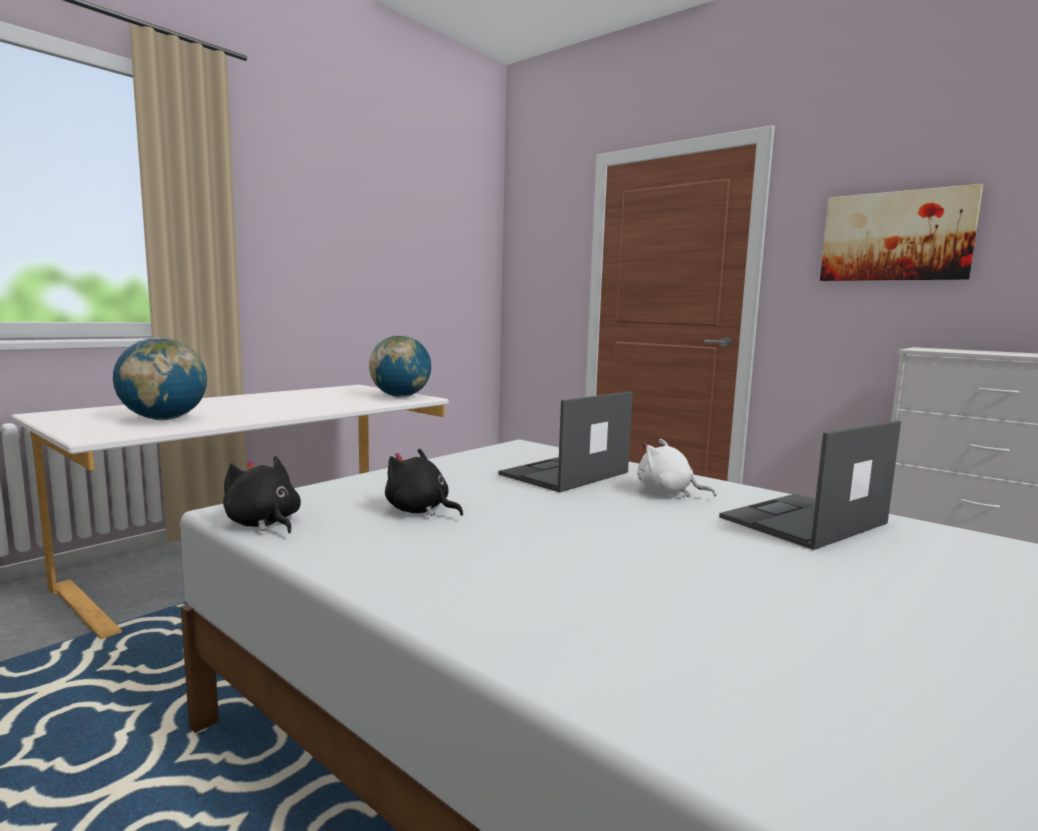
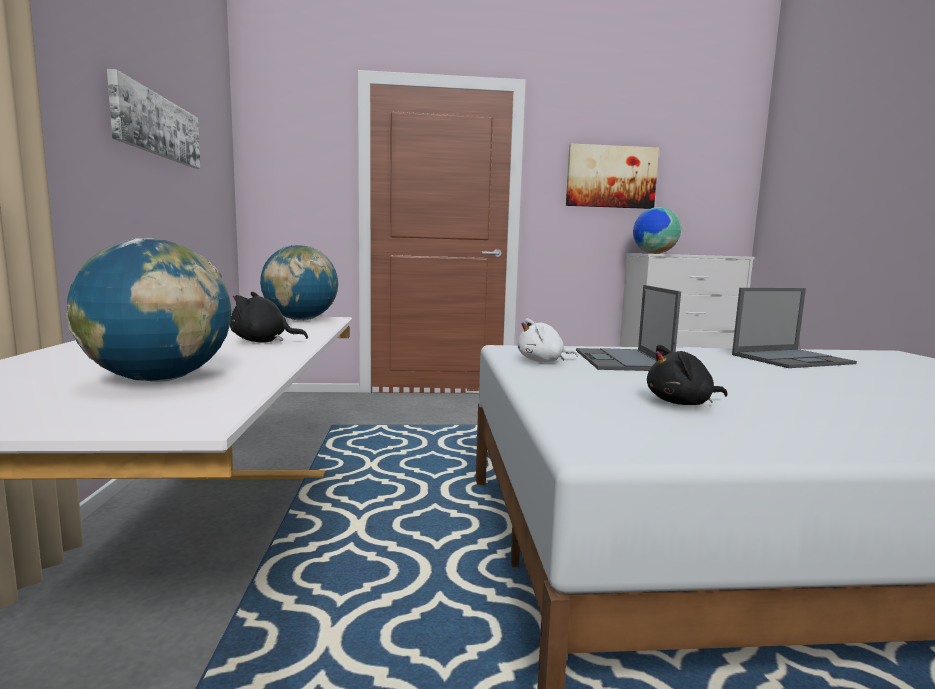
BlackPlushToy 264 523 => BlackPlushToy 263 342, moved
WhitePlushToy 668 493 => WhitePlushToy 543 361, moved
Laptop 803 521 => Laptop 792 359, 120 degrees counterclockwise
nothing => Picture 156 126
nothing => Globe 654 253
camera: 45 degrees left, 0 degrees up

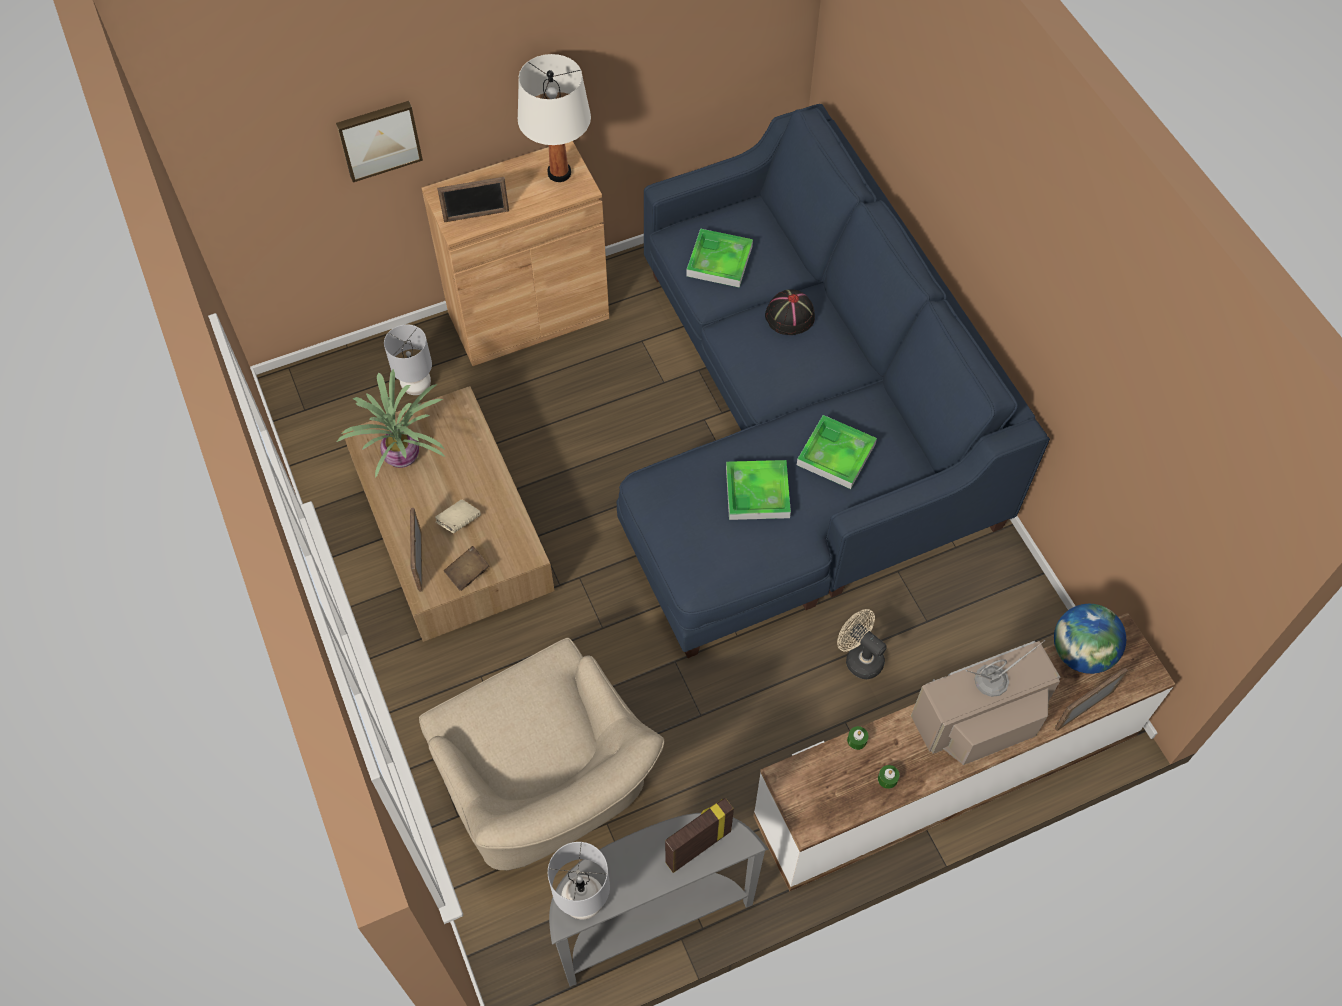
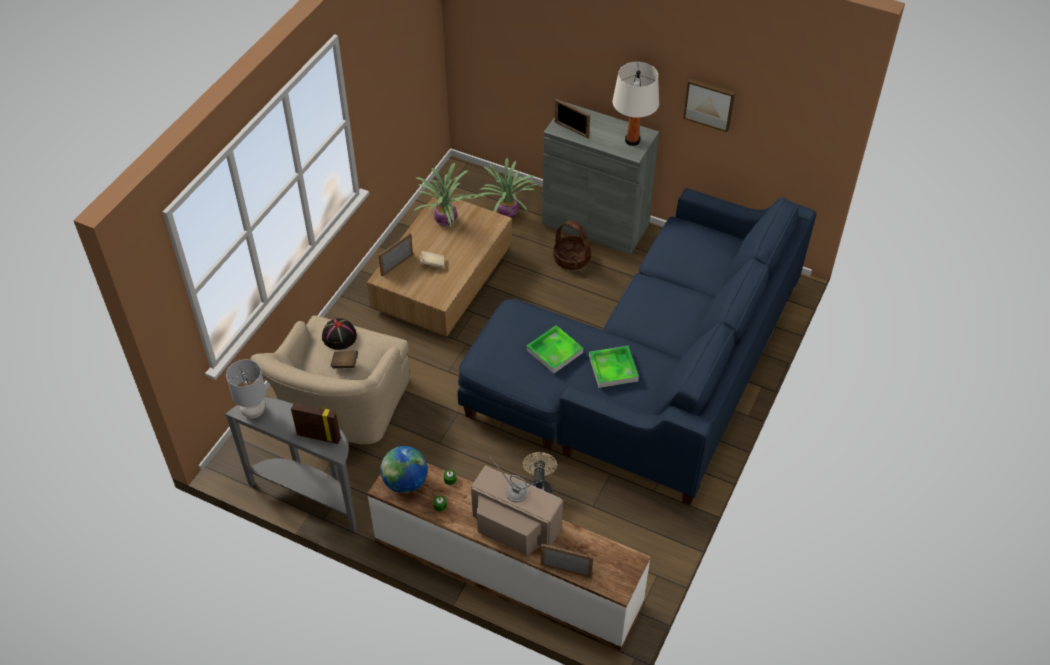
Picture 378 139 => Picture 709 103, moved
GreyTableLamp 416 386 => PottedPlant 508 212
BrownCabinet 528 315 => GreyCabinet 595 224
BrownBook 468 573 => BrownBook 345 364, moved
Tray 719 261 => nothing
BlackHat 789 316 => BlackHat 339 336, moved
Globe 1081 653 => Globe 405 482, moved
nothing => Basket 572 258
camera: 50 degrees right, 10 degrees down

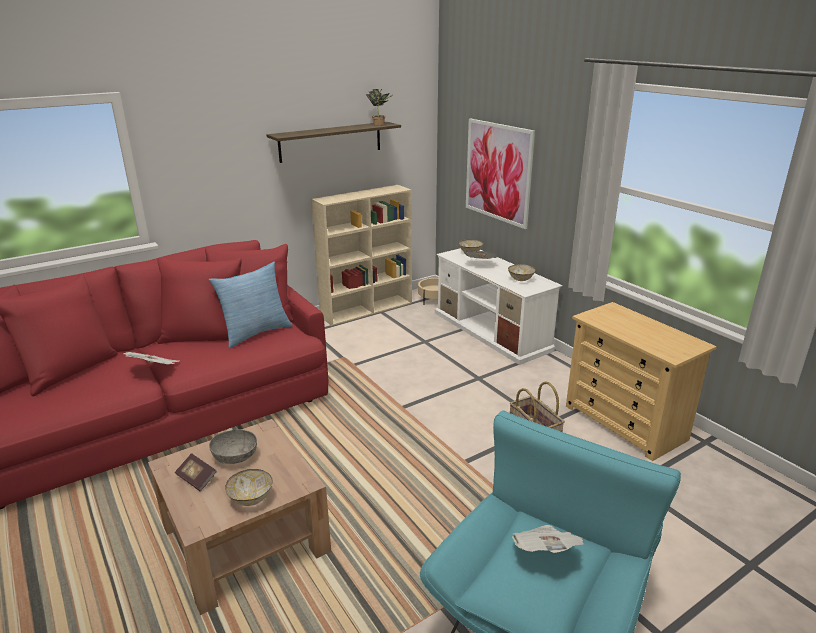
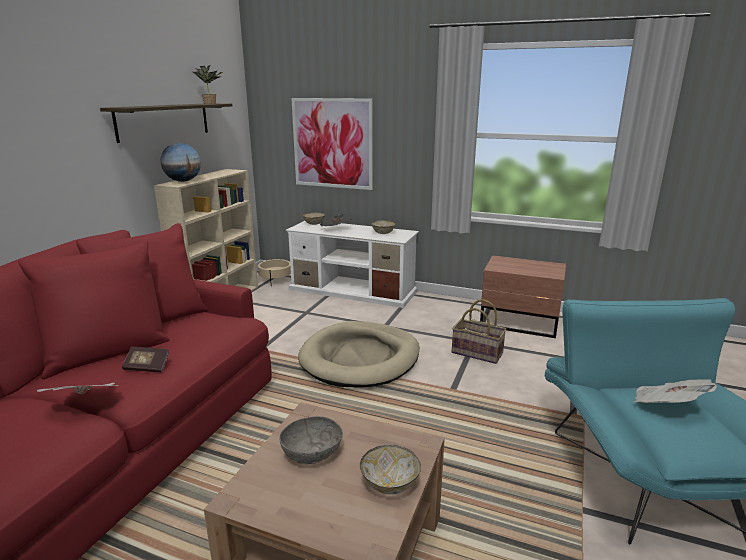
Book 197 479 => Book 147 367, moved
Pillow 255 333 => nothing
BeigeDresser 625 423 => BrownNightstand 520 323
nothing => Globe 183 181
nothing => BeigeDogBed 360 358
camera: 35 degrees left, 5 degrees down

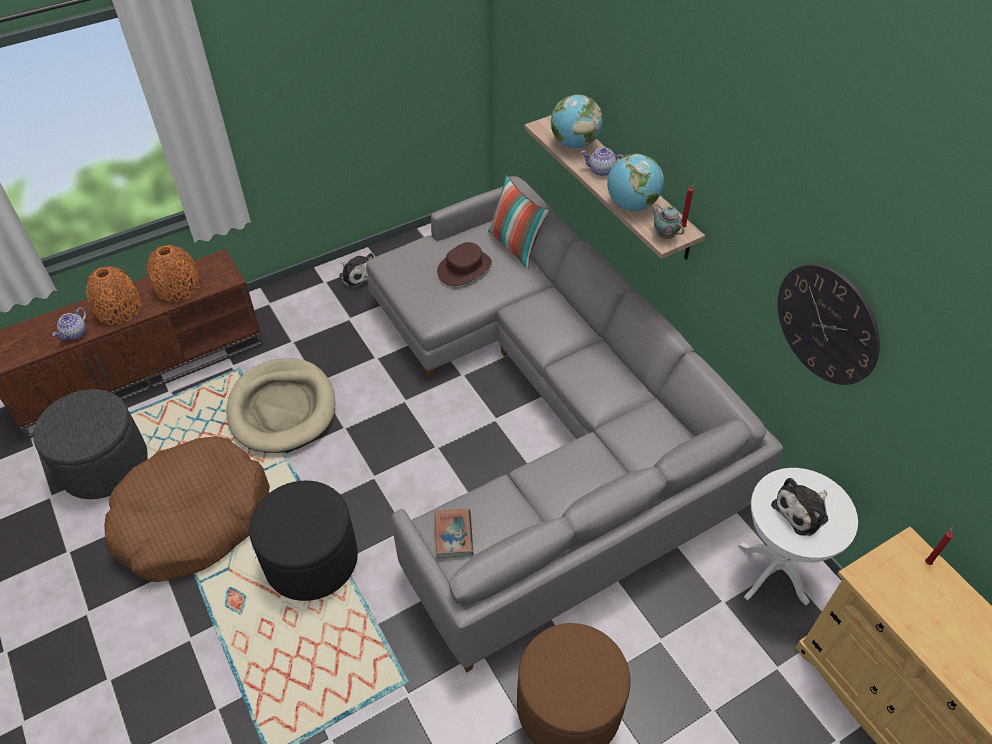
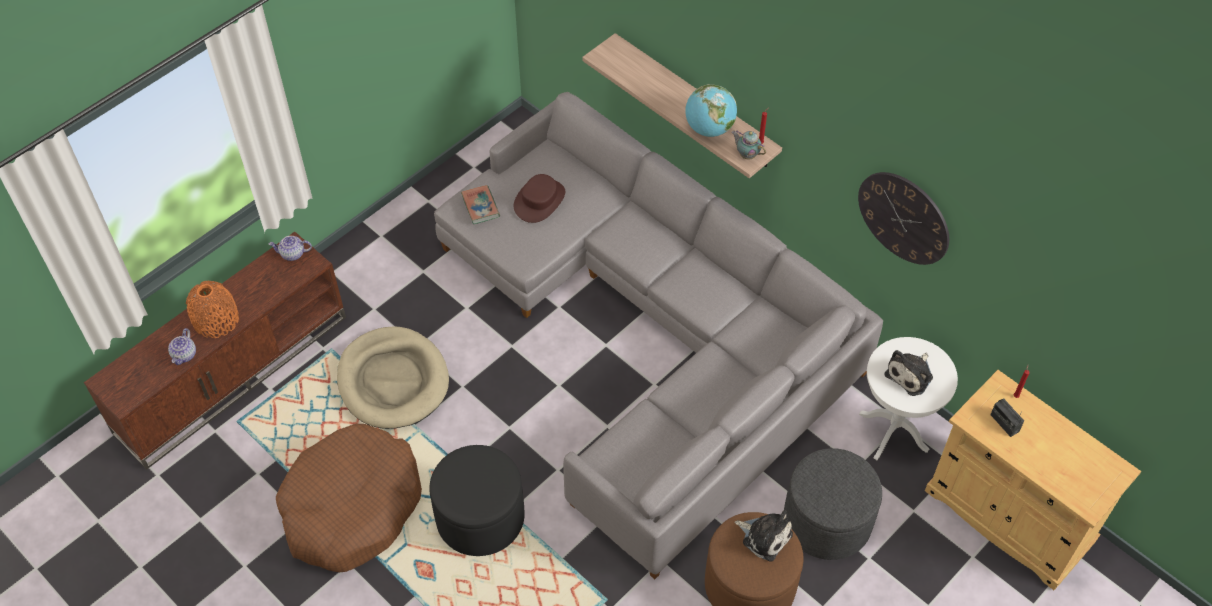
GreyOttoman 104 464 => GreyOttoman 827 521, moved
OrangeVase 178 287 => nothing
PlushToy 357 275 => PlushToy 764 536, moved
Book 453 535 => Book 480 206, moved
Pillow 516 246 => nothing
Globe 574 143 => nothing
Teapot 601 170 => Teapot 292 254, moved
nothing => Radio 1004 423
camera: 15 degrees left, 5 degrees up

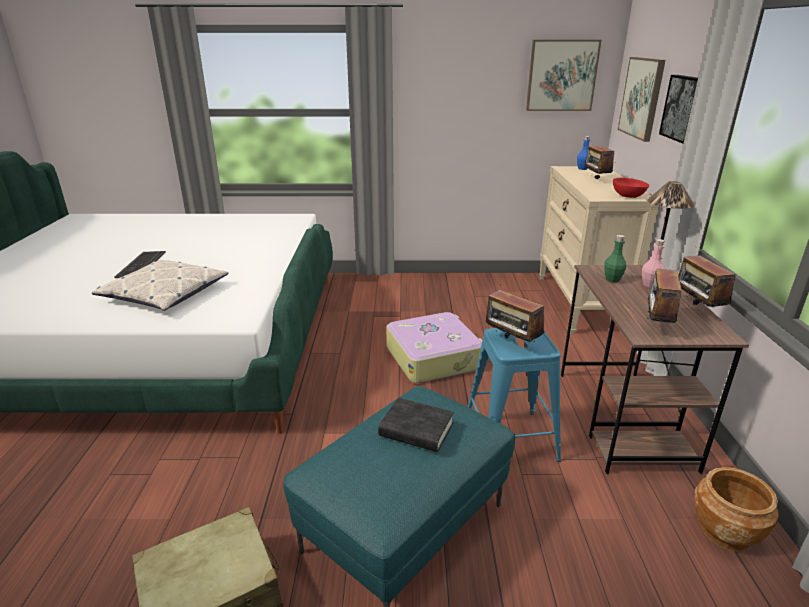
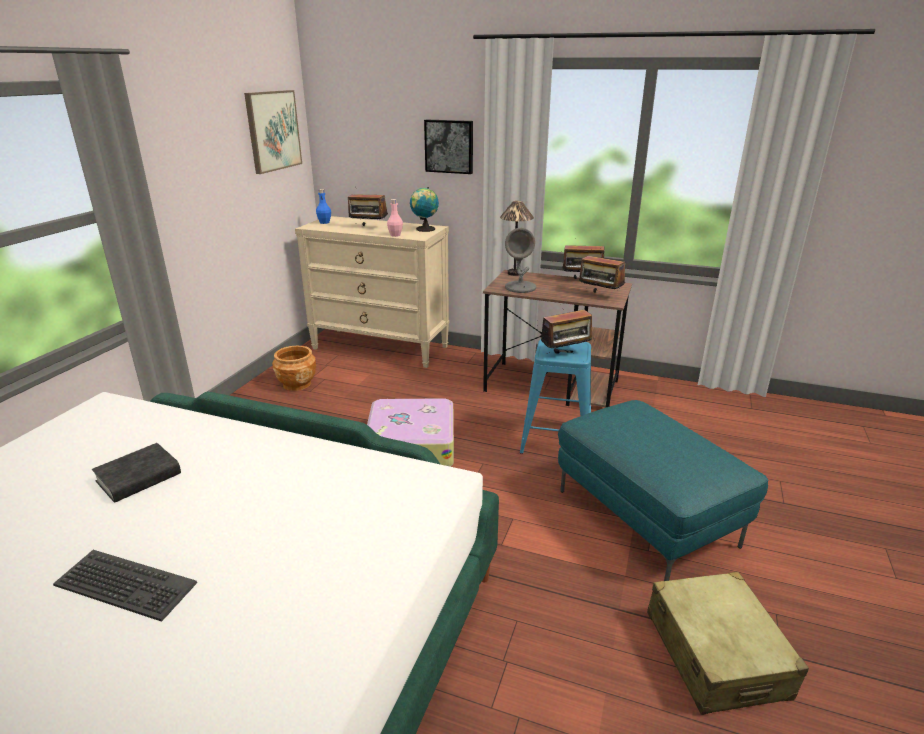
Pillow 165 294 => nothing
BlackBook 416 430 => BlackBook 139 478, moved
GreenBottle 612 279 => GreyTableLamp 520 287
RedBowl 627 196 => Globe 424 229
Picture 642 98 => nothing
PinkBottle 650 285 => PinkBottle 395 235, moved
BrownPlanter 725 531 => BrownPlanter 297 384, moved
camera: 70 degrees left, 0 degrees up

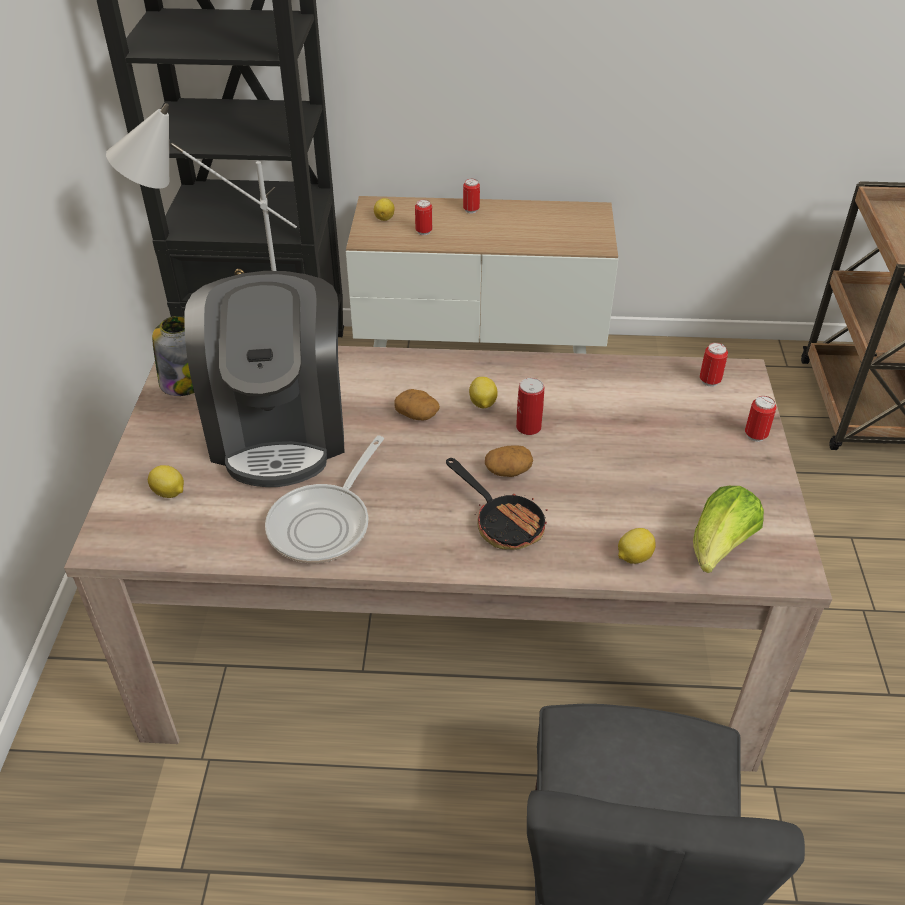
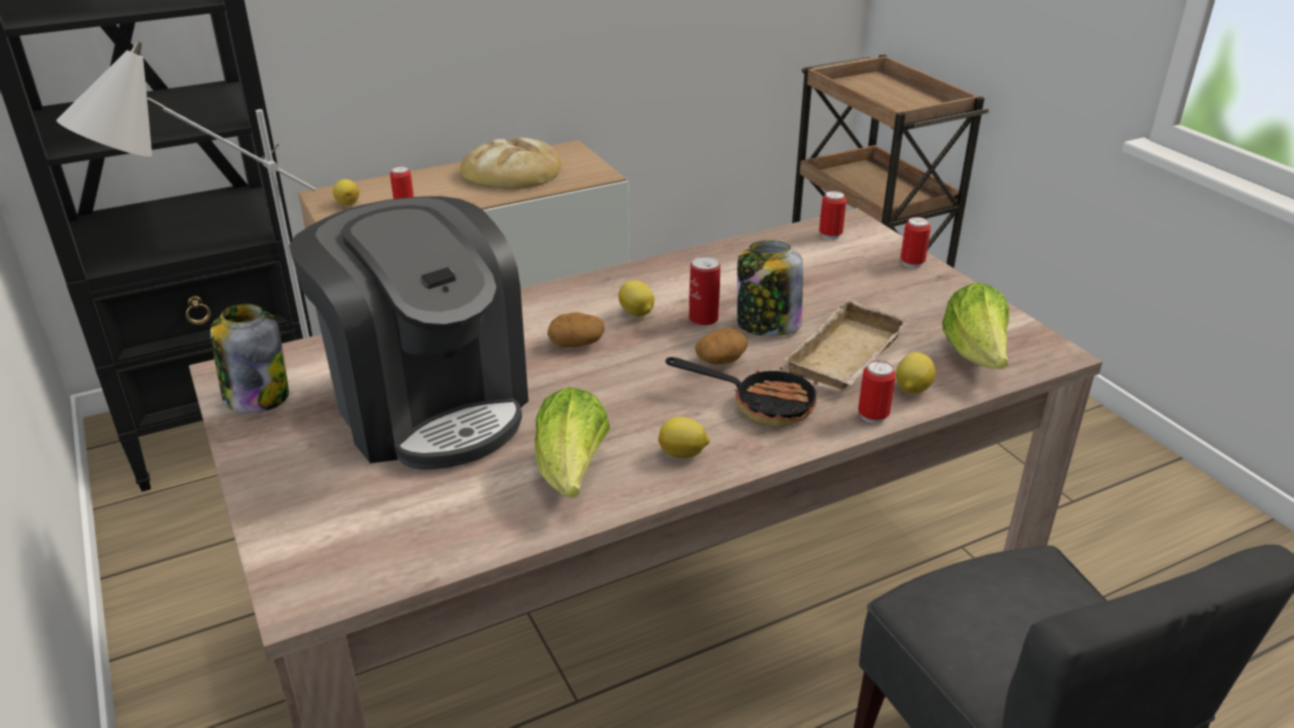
Lemon 169 493 => Lemon 683 454, moved
FryingPan 324 523 => Lettuce 571 473
Can 471 210 => Can 873 416, moved
nothing => Bread 512 172
nothing => Jar 767 325
nothing => BeigeTray 849 357
camera: 30 degrees left, 10 degrees down

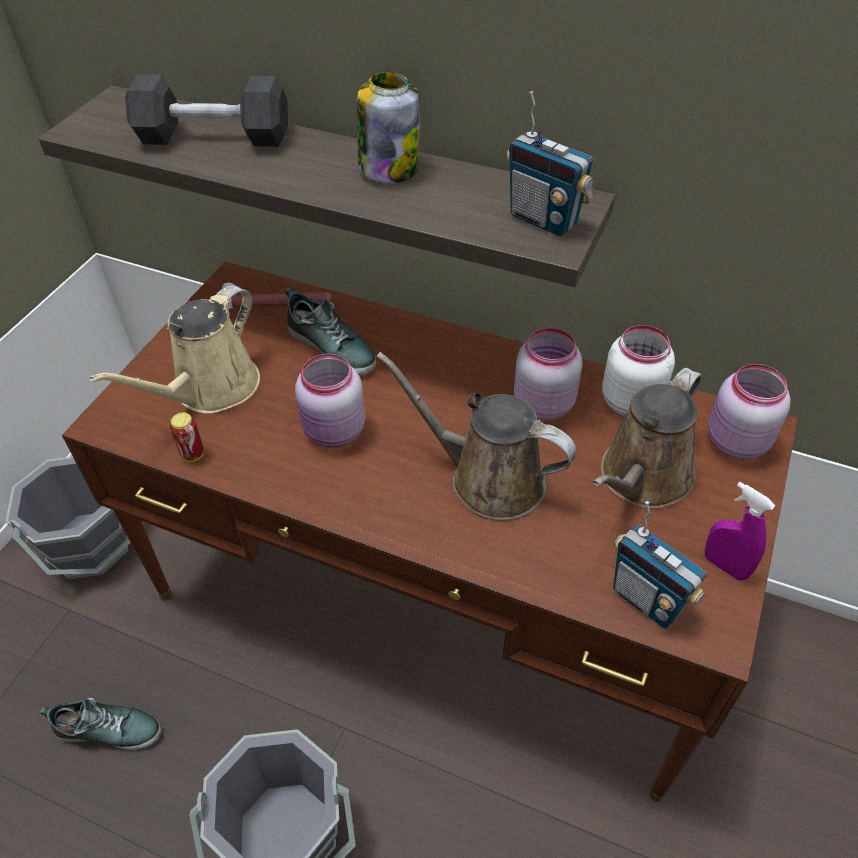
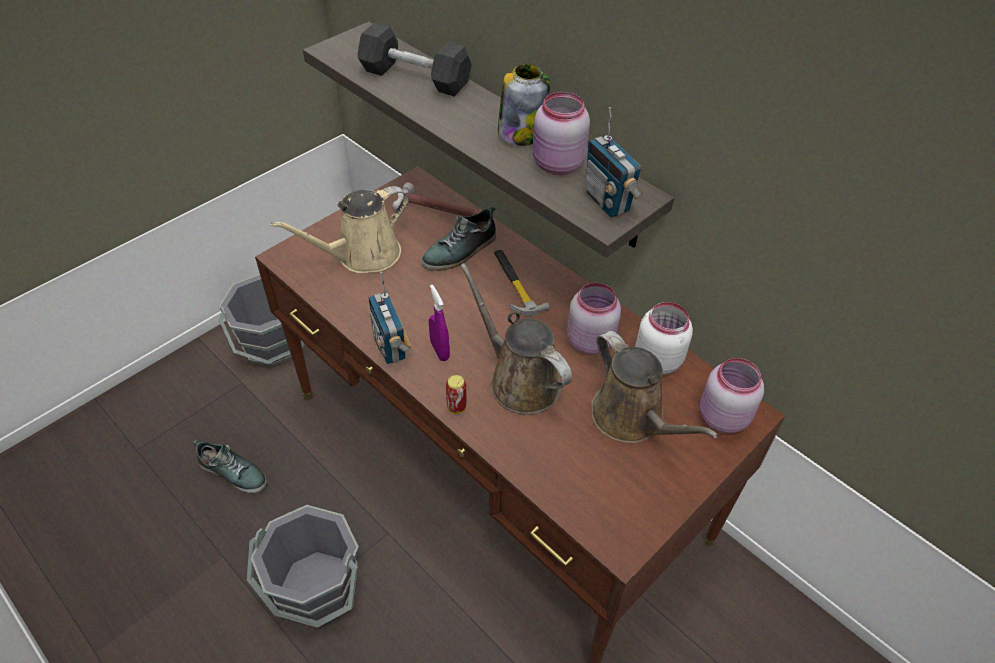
Can 193 454 => Can 456 407, moved
Shoe 332 347 => Shoe 460 251, 75 degrees clockwise
PinkJar 334 432 => PinkJar 557 165, moved
BrownWateringCan 642 479 => BrownWateringCan 632 419, 90 degrees counterclockwise
Radio 647 599 => Radio 391 347, moved
PurpleSprayBottle 725 566 => PurpleSprayBottle 440 351, moved
nothing => Hammer 514 284
camera: 20 degrees right, 0 degrees up

